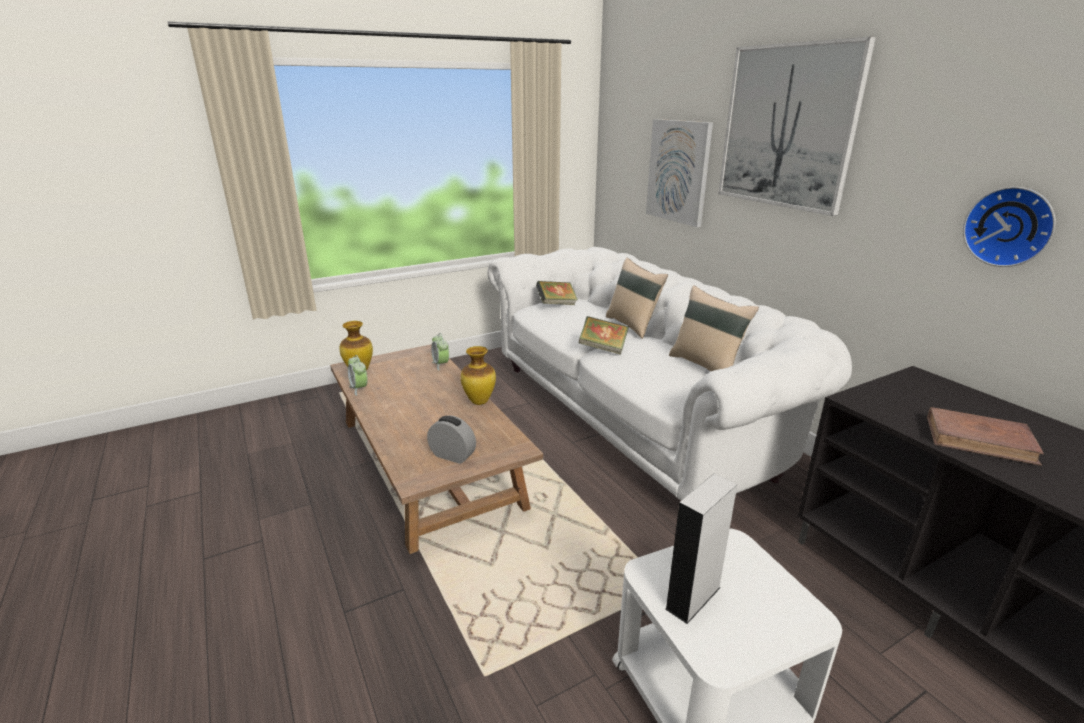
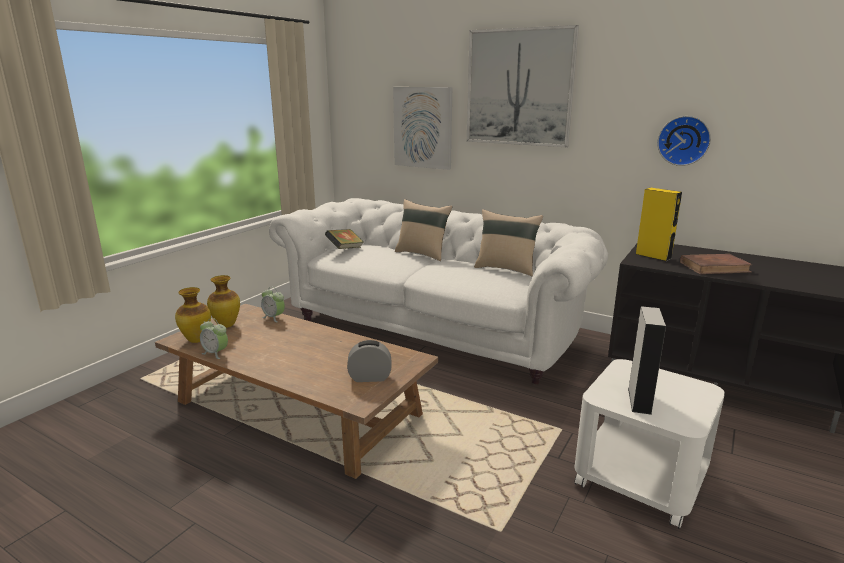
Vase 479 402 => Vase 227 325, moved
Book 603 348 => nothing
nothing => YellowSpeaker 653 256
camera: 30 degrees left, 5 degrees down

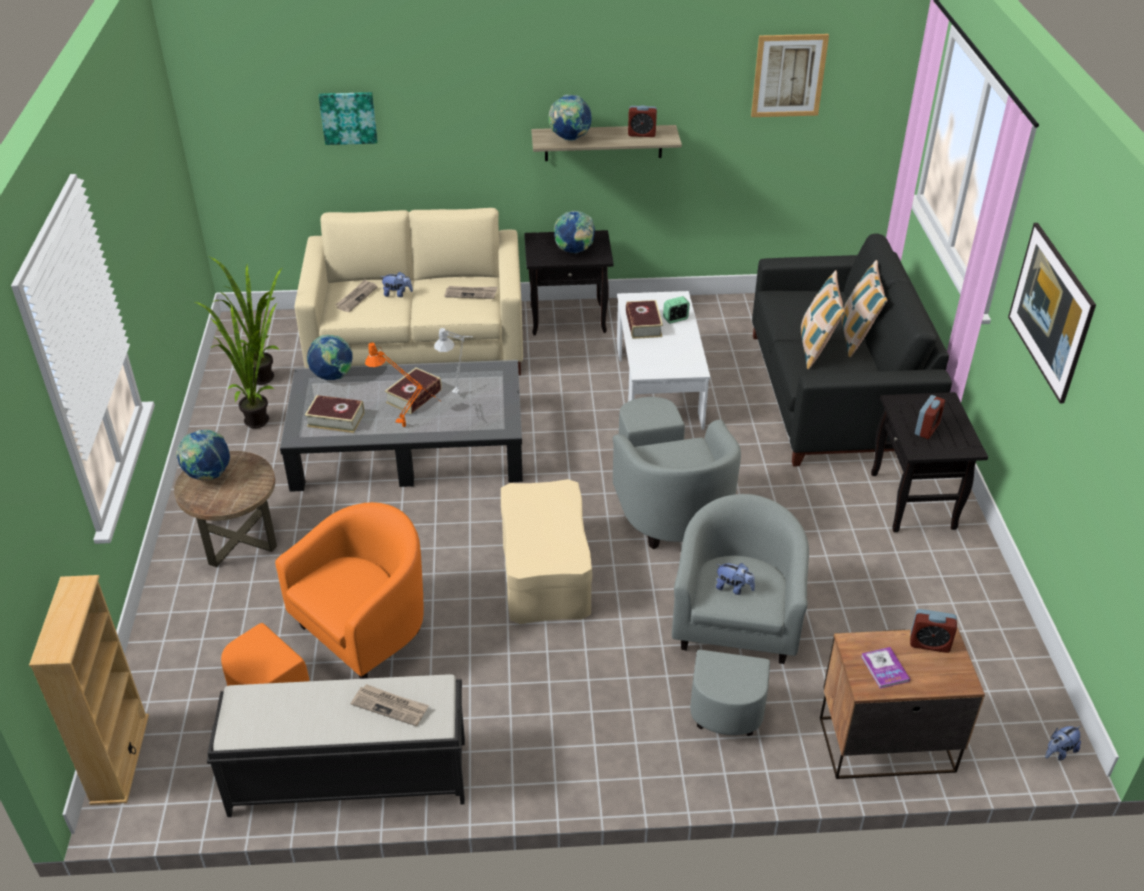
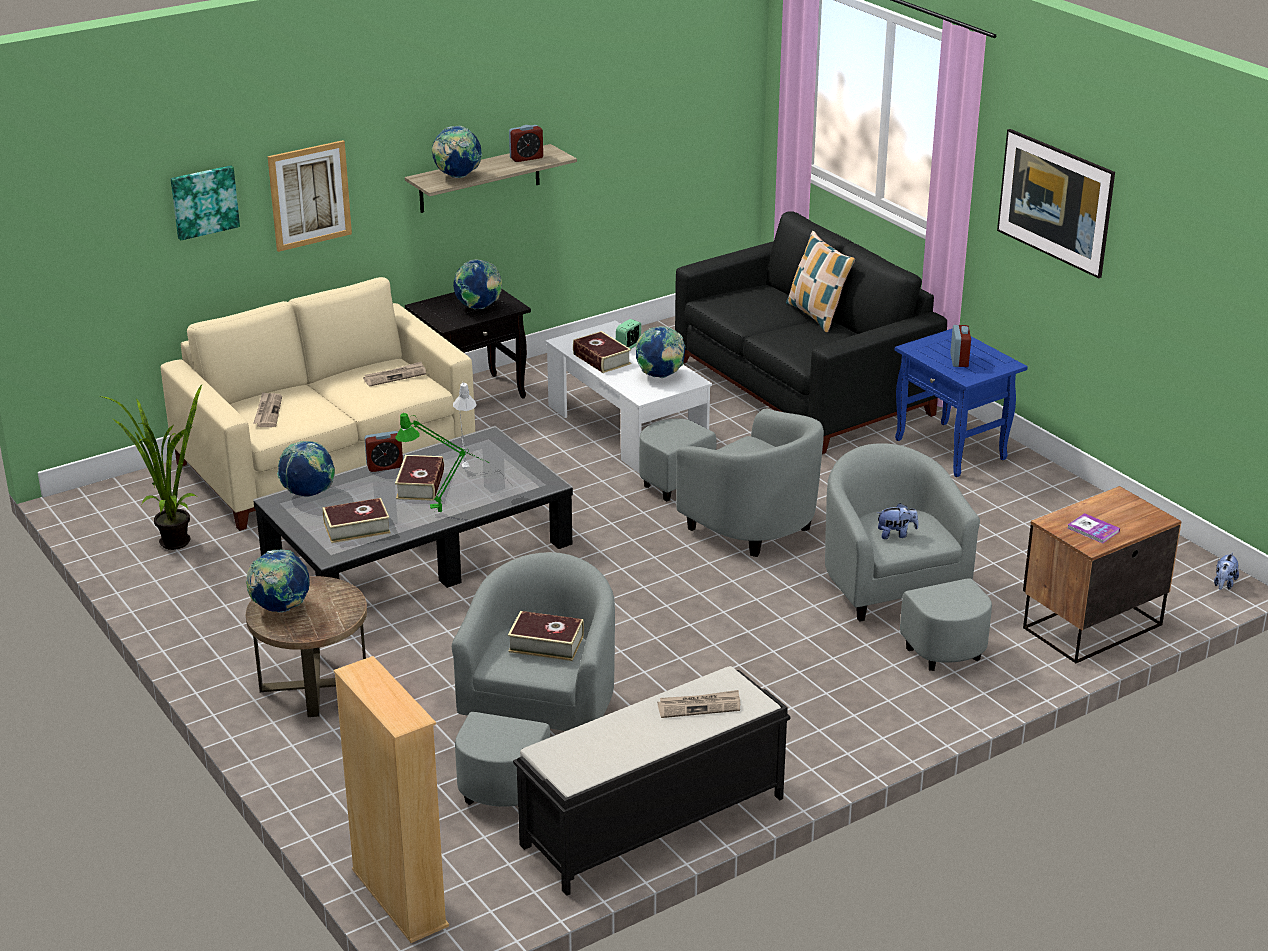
PottedPlant 253 418 => nothing
OrangeArmchair 343 646 => GreyArmchair 534 730
OrangeTableLamp 409 428 => GreenTableLamp 446 512
PlushToy 397 294 => nothing
BeigeOttoman 545 572 => nothing
Picture 788 75 => Picture 309 195, moved
Pillow 816 349 => nothing
BlackSideTable 914 502 => BlueSideTable 952 450
AlarmClock 929 643 => AlarmClock 385 466, moved
nothing => Book 546 644
nothing => Globe 660 376
camera: 30 degrees left, 10 degrees down

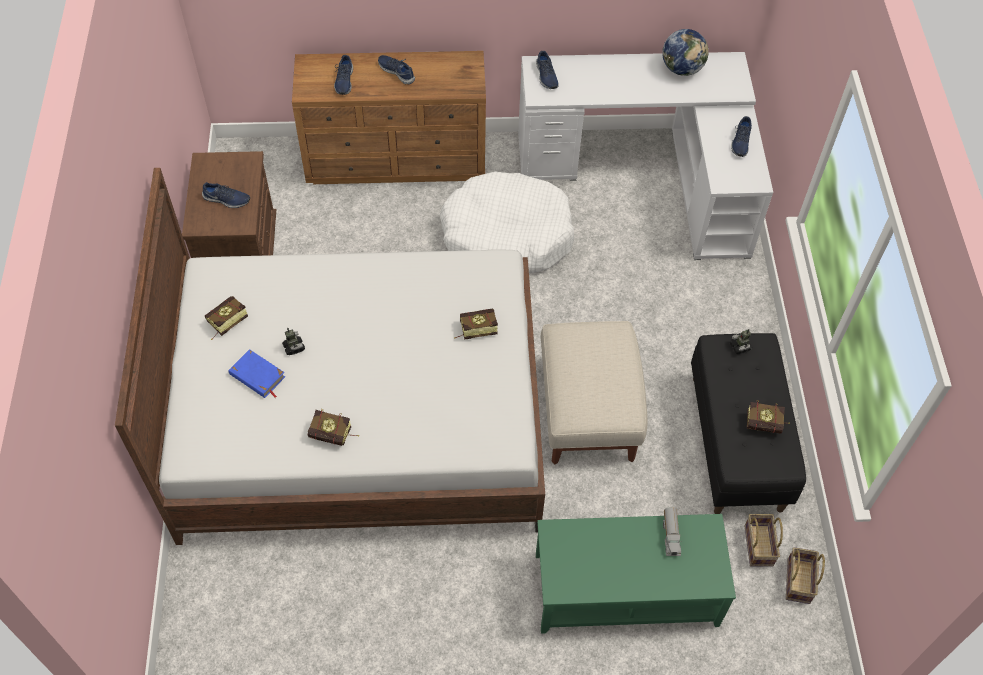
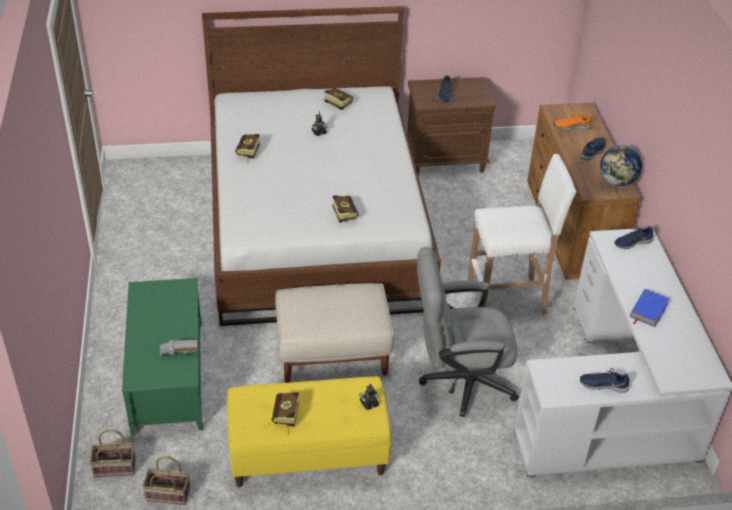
BlueBook 257 376 => BlueBook 648 310, moved
BlueShoe 344 81 => OrangeShoe 572 126
WhiteDogBed 506 235 => WhiteStool 508 298
Globe 682 69 => Globe 617 182, moved
BlackBench 737 443 => YellowBench 307 455
Basket 757 544 => Basket 116 466, moved
nothing => GreyOfficeChair 459 381
camera: 85 degrees right, 15 degrees down

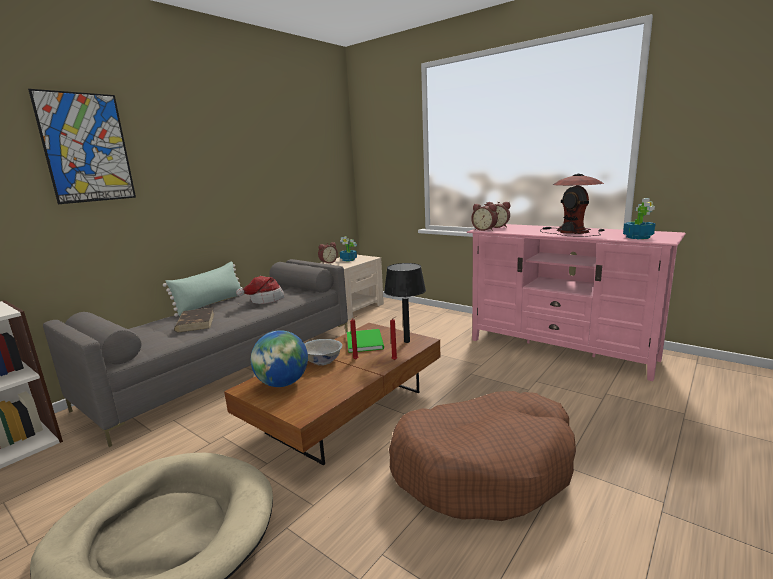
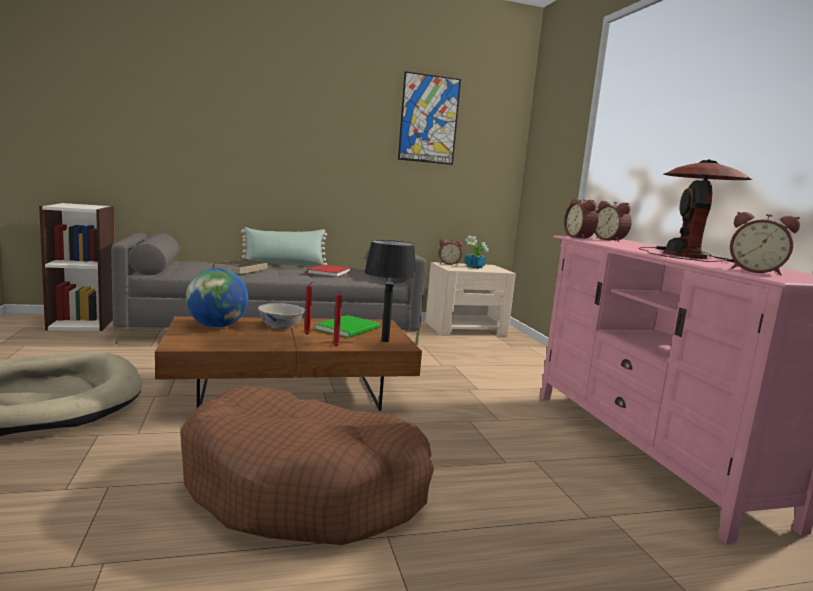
Picture 86 148 => Picture 429 119, moved
Hat 264 299 => RedBook 327 272
PottedPlant 638 237 => AlarmClock 756 271
camera: 35 degrees right, 5 degrees down

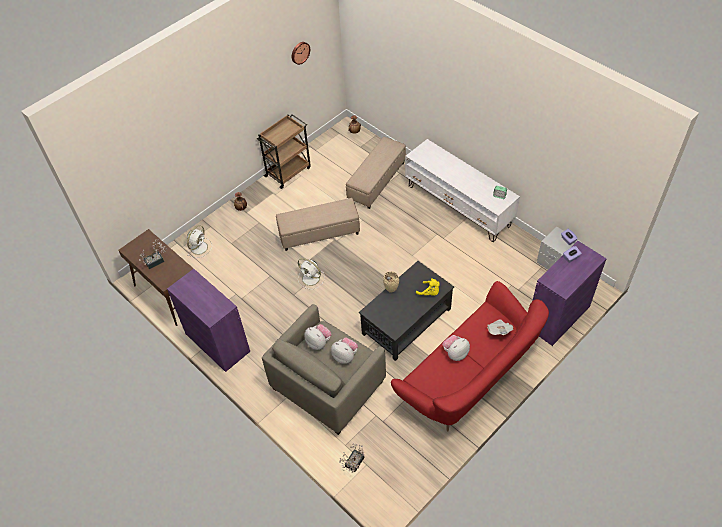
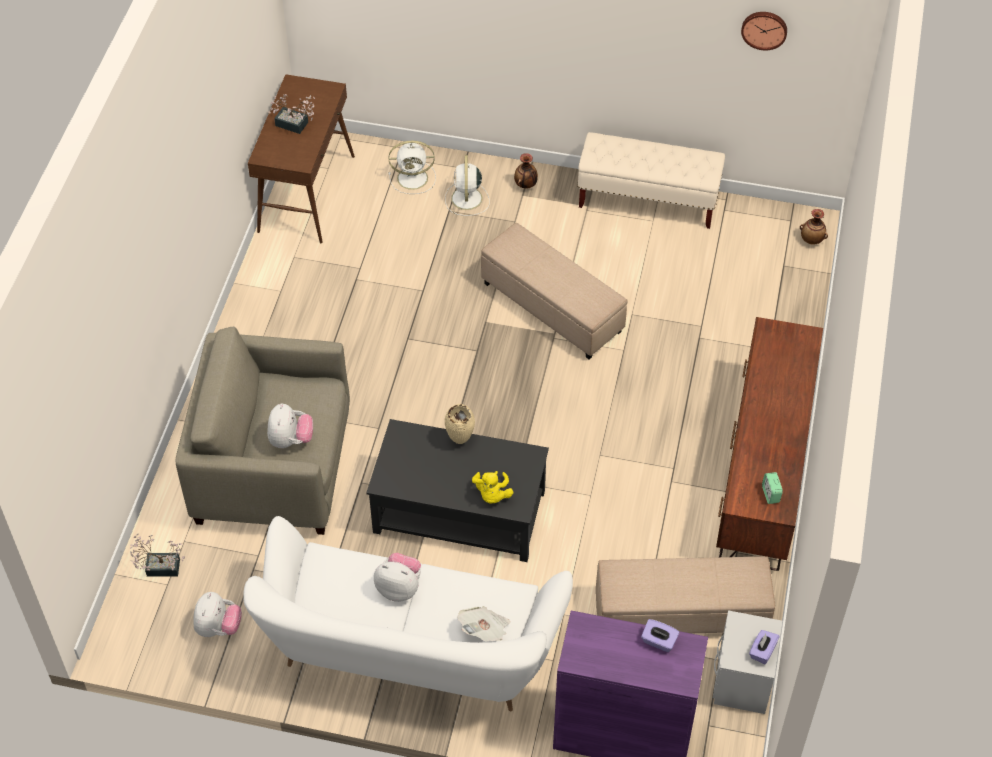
PurpleCabinet 217 342 => nothing
BrownCart 288 171 => BeigeBench 648 201
WhiteFan 311 278 => WhiteFan 466 199, moved
PlushToy 318 342 => PlushToy 218 627, moved
BeigeOttoman 376 181 => BeigeOttoman 681 611, moved
RedSofa 470 377 => WhiteSofa 409 651
WhiteTvStand 458 206 => BrownTvStand 763 470
camera: 55 degrees right, 0 degrees up

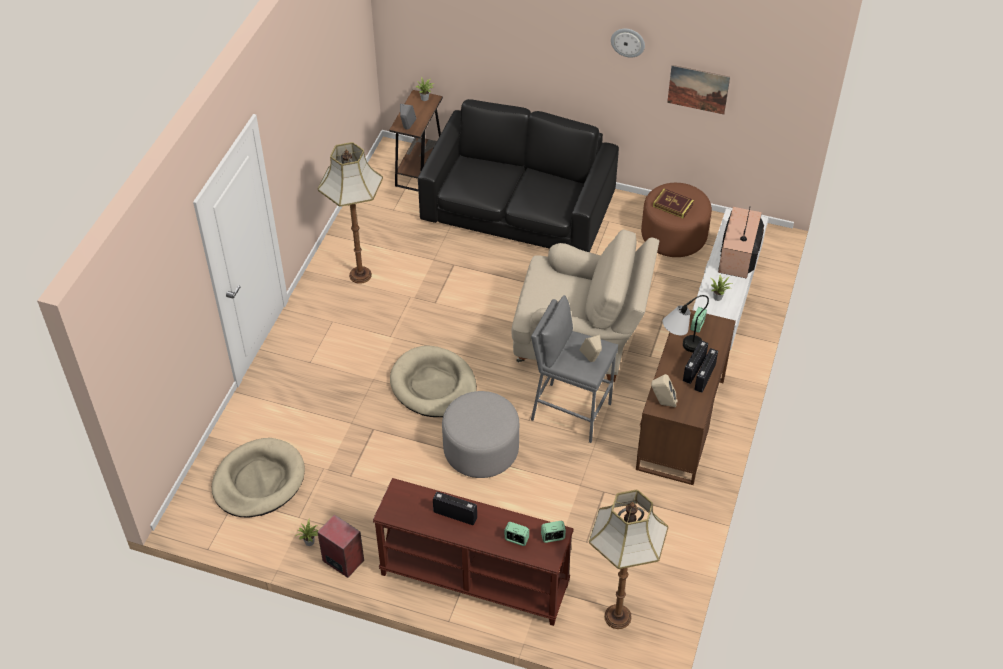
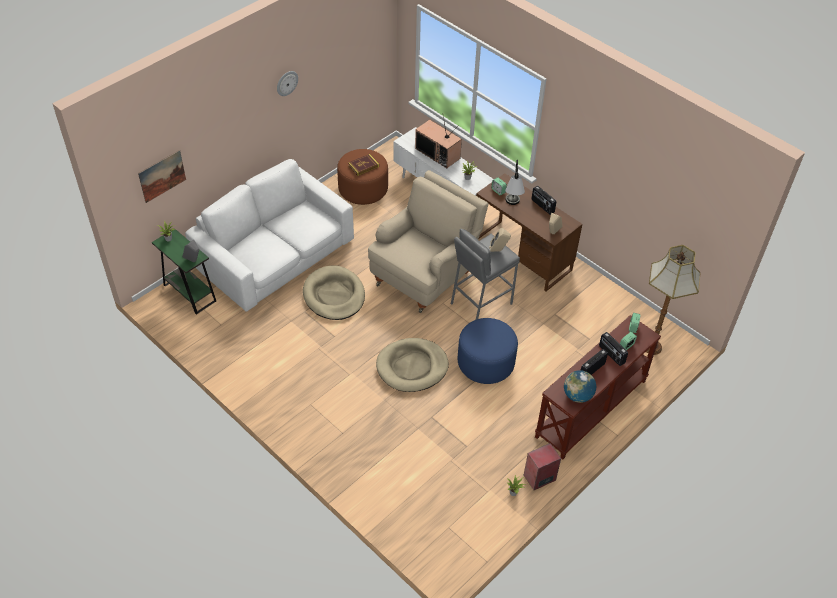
BeigeDogBed 258 481 => BeigeDogBed 334 295, moved
FloorLamp 361 274 => nothing
BrownSideTable 419 169 => GreenSideTable 189 293
BlackSofa 518 207 => WhiteSofa 275 254
GreyOttoman 481 450 => BlueOttoman 486 363
Picture 698 89 => Picture 162 176, moved
Radio 693 369 => Radio 611 355, moved
nothing => Globe 577 396
camera: 65 degrees left, 0 degrees up

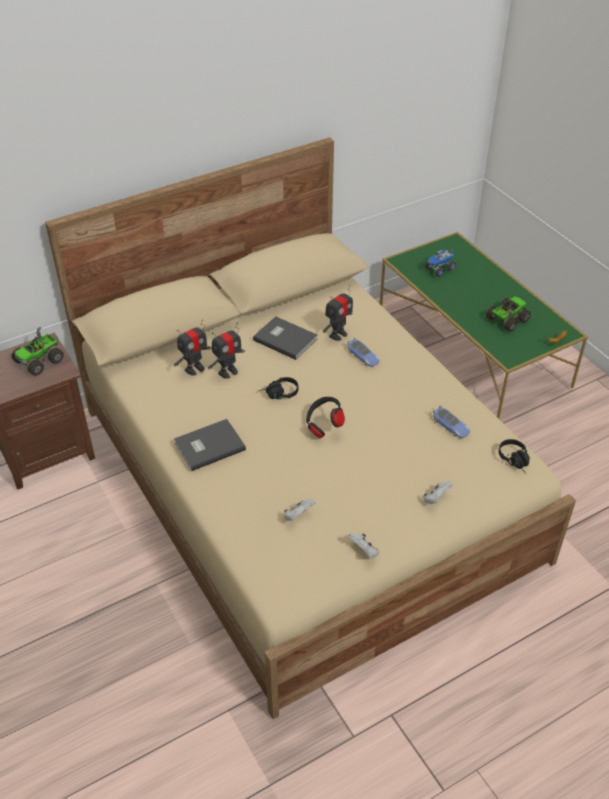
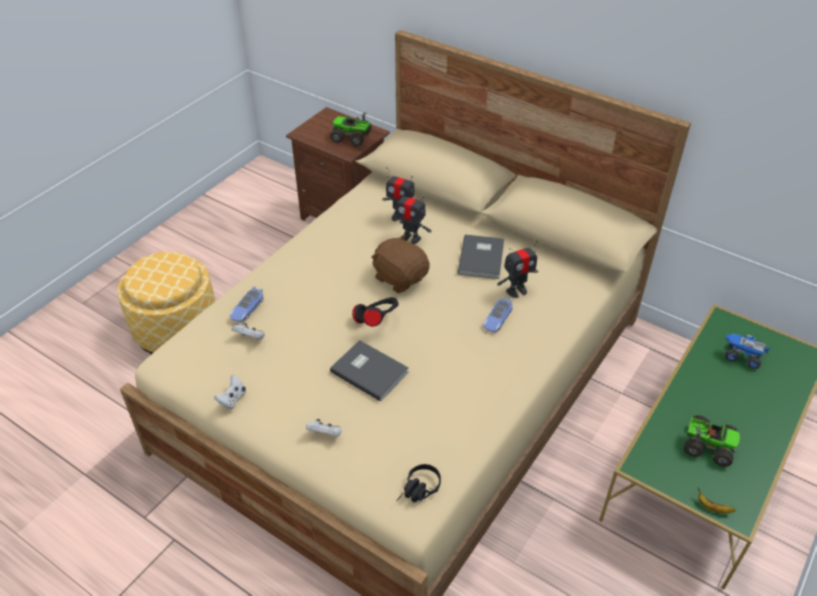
GreyBook 208 445 => GreyBook 369 370, moved
BlackHeadphones 278 394 => BrownPlushToy 400 277
ToyRobot 338 334 => ToyRobot 516 291, 45 degrees counterclockwise
ToyCar 451 426 => ToyCar 247 308, moved
nothing => Ottoman 177 329
camera: 65 degrees right, 0 degrees up

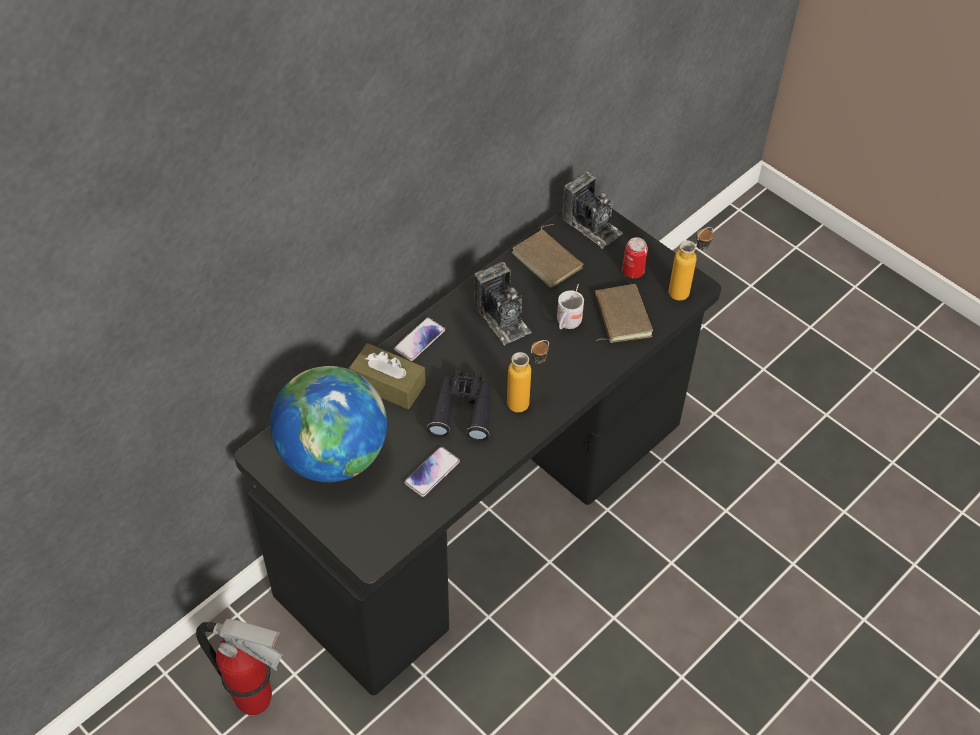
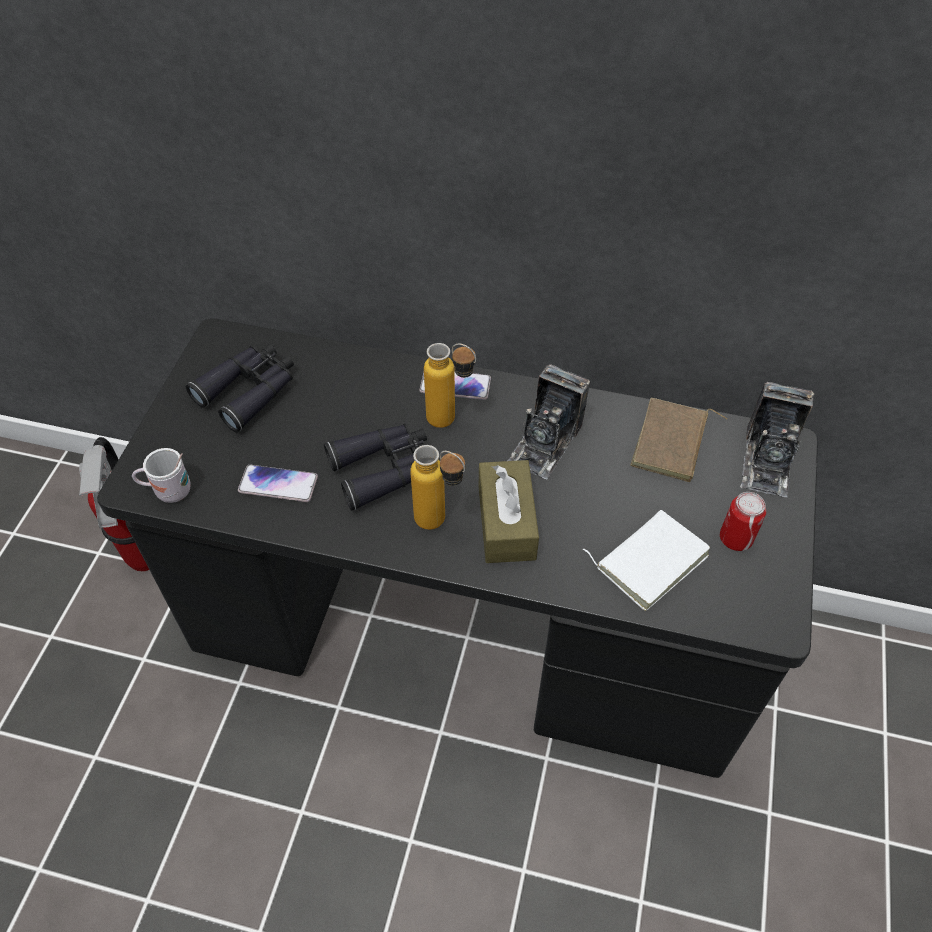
Globe 333 456 => BlackBinoculars 249 391
BrownTissueBox 388 384 => BrownTissueBox 506 522, moved
WhiteMug 567 324 => WhiteMug 168 491, moved
BrownBook 620 316 => WhiteBook 649 559
Bottle 686 290 => Bottle 451 422, moved
camera: 60 degrees right, 0 degrees up

